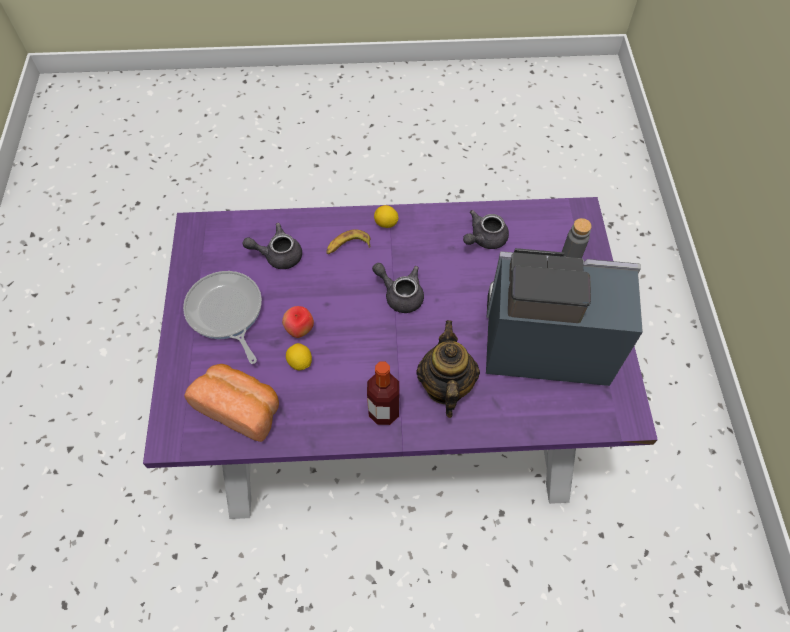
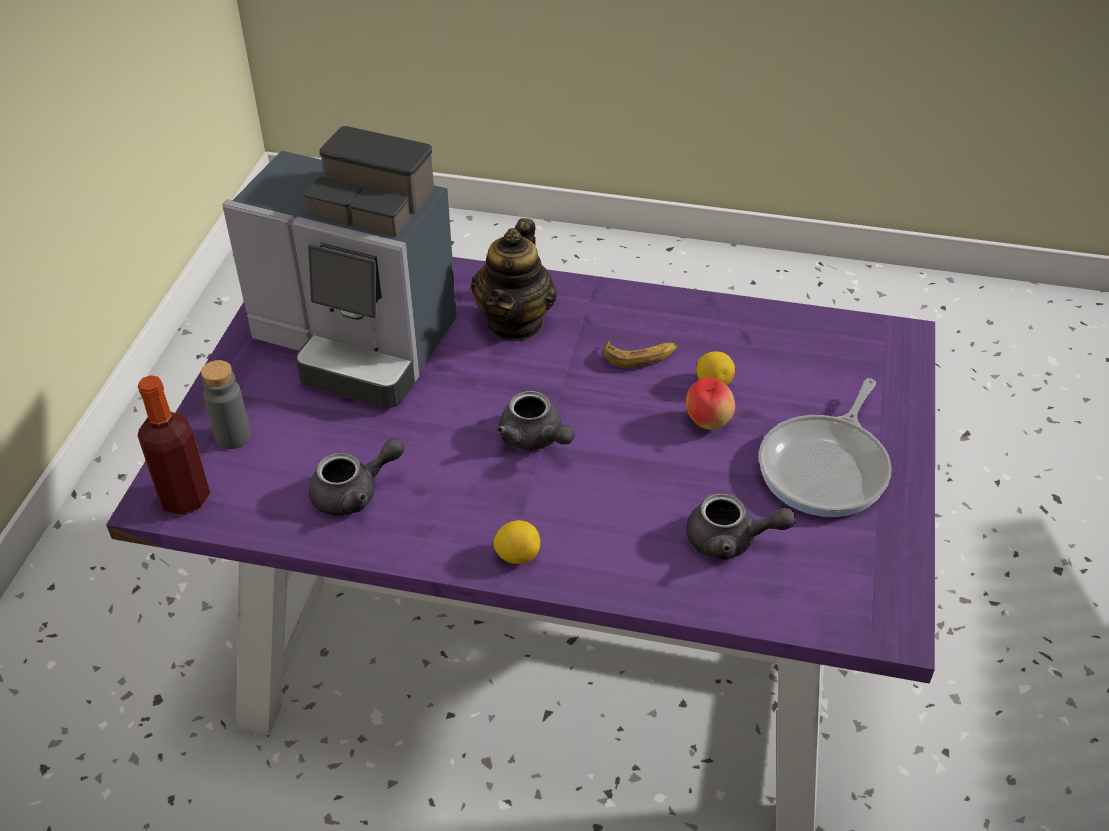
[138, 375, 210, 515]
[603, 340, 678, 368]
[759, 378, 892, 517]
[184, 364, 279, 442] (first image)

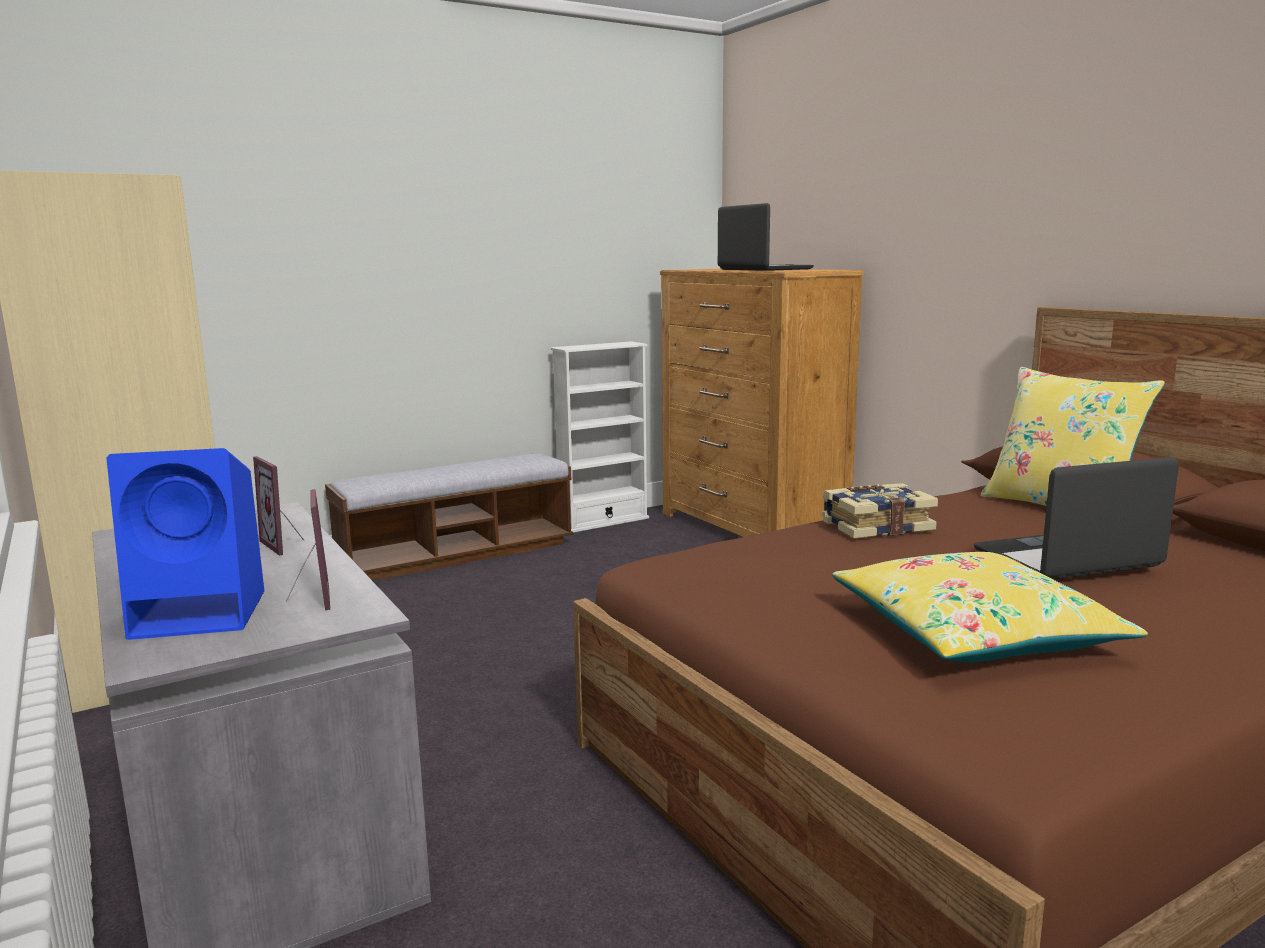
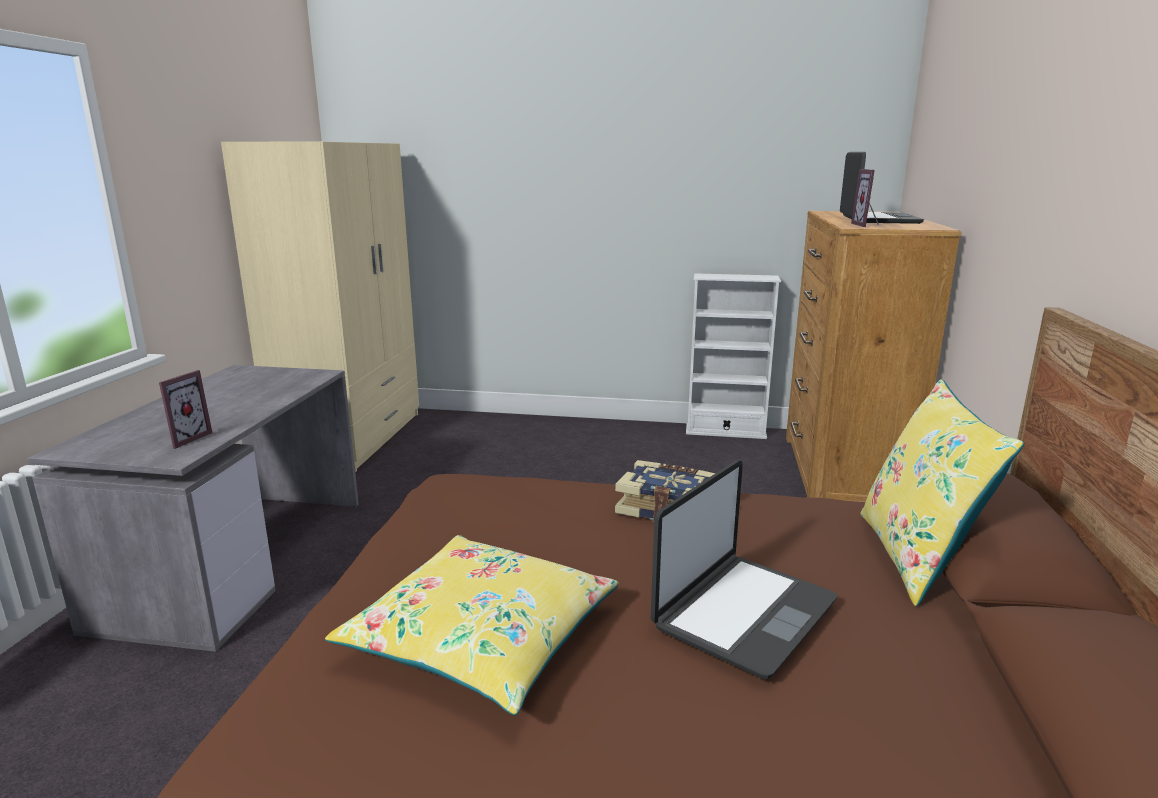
[651, 460, 837, 679]
[851, 169, 879, 227]
[107, 448, 264, 640] (first image)
[325, 454, 573, 581] (first image)

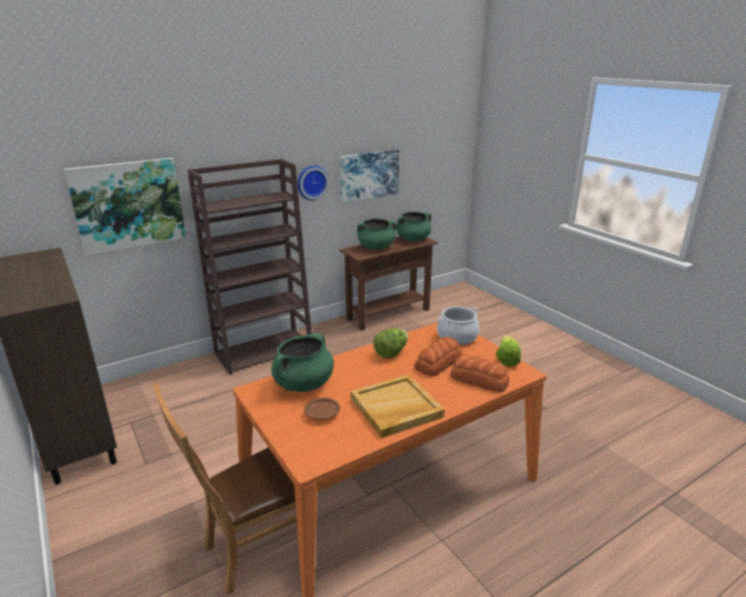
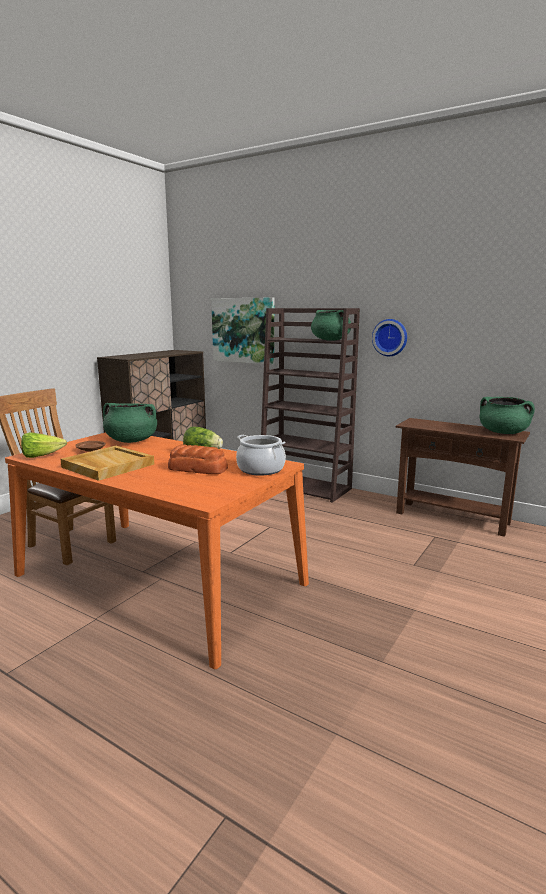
[21, 432, 67, 458]
[311, 310, 351, 341]
[340, 150, 399, 203] (first image)
[450, 354, 509, 392] (first image)

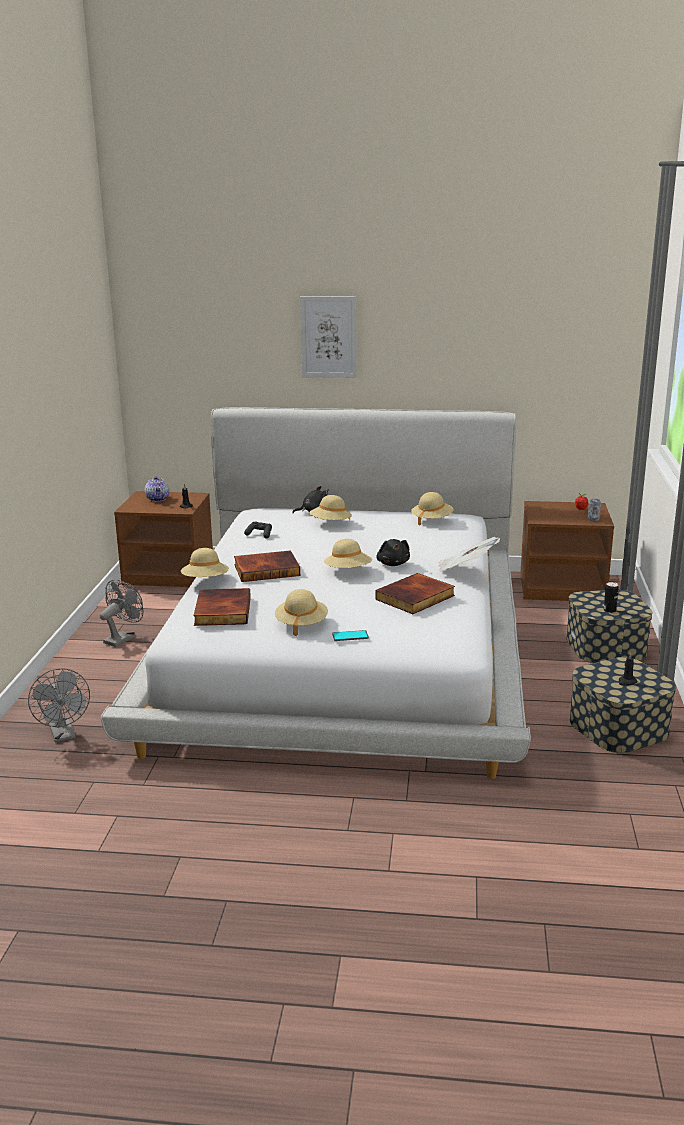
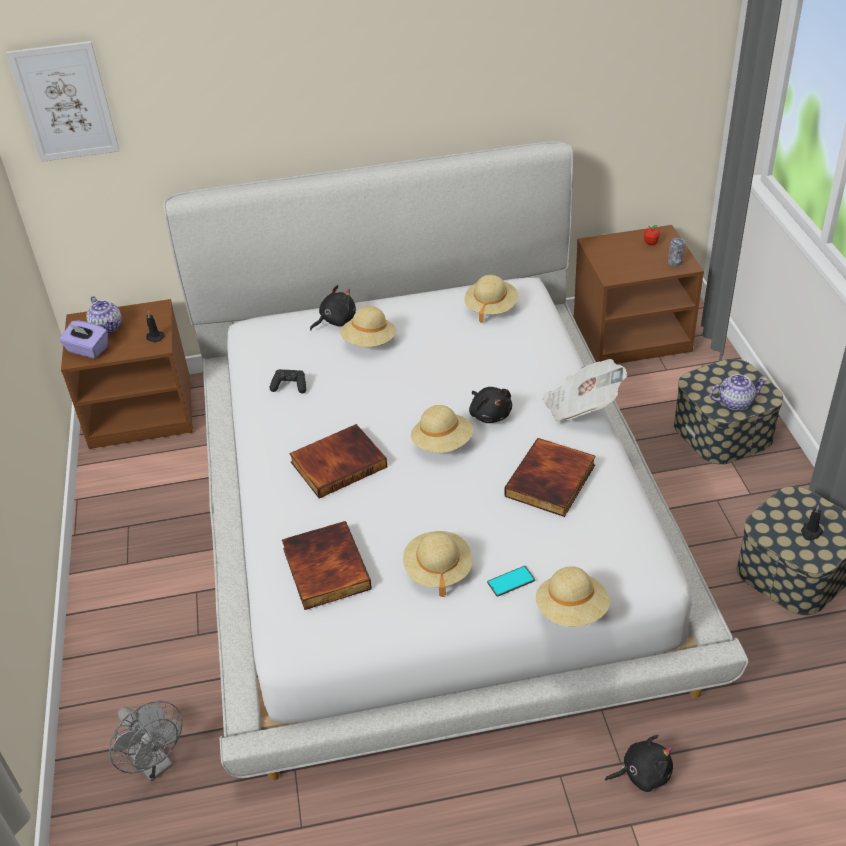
[7, 41, 119, 162]
[59, 320, 108, 359]
[536, 566, 610, 627]
[605, 735, 673, 792]
[709, 374, 767, 410]
[100, 579, 143, 647] (first image)

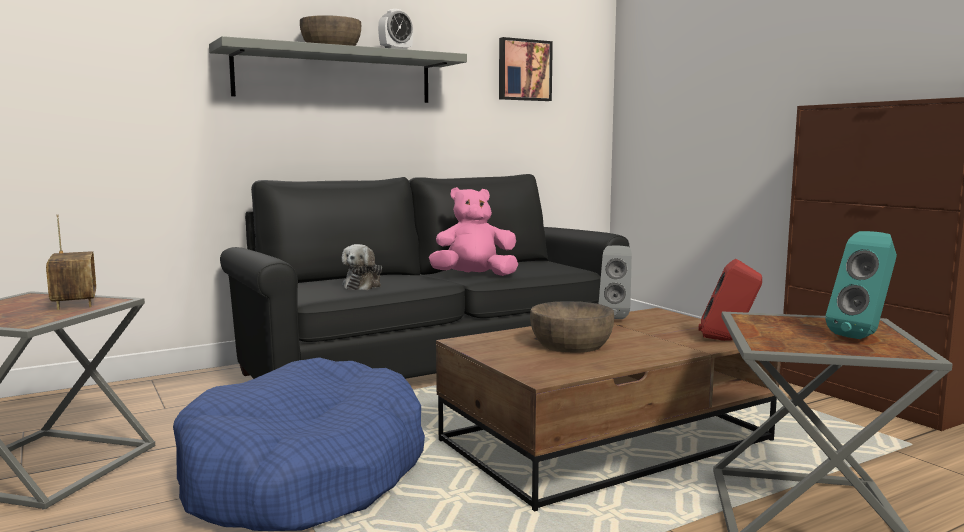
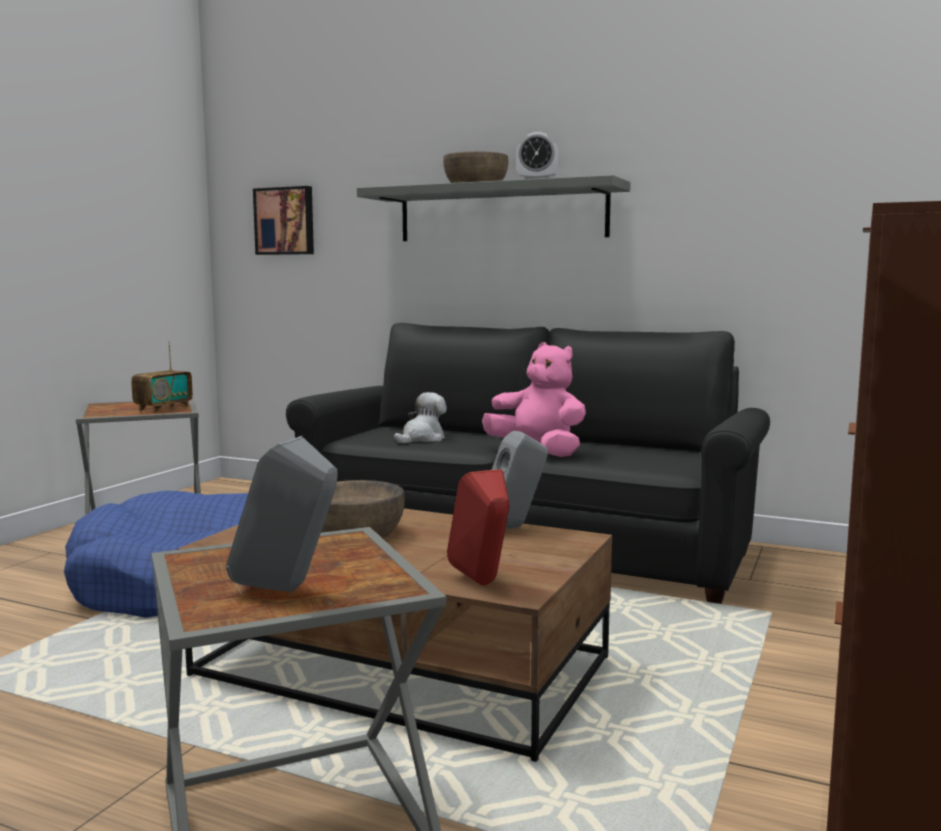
[226, 436, 338, 592]
[253, 186, 314, 255]
[394, 392, 447, 443]

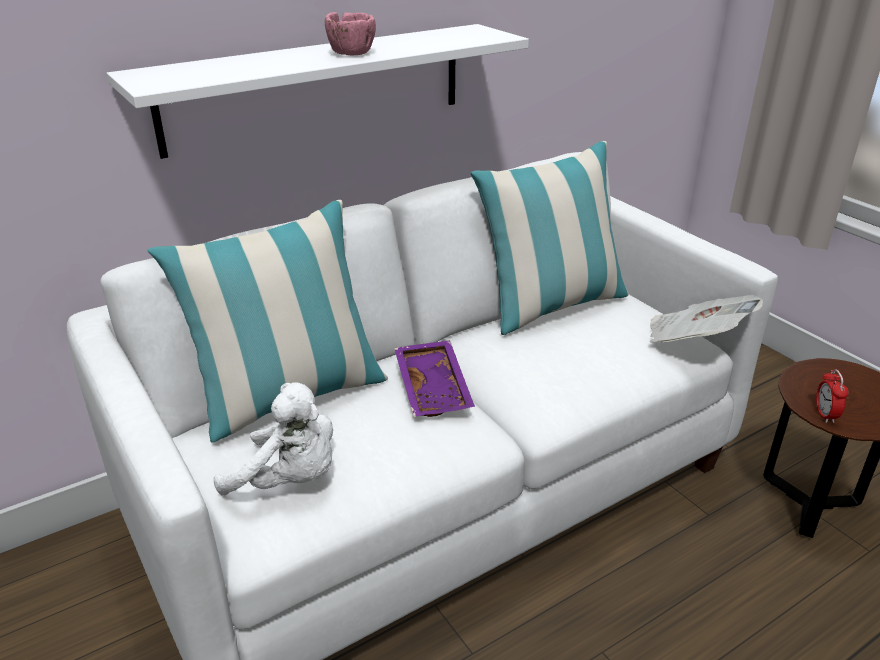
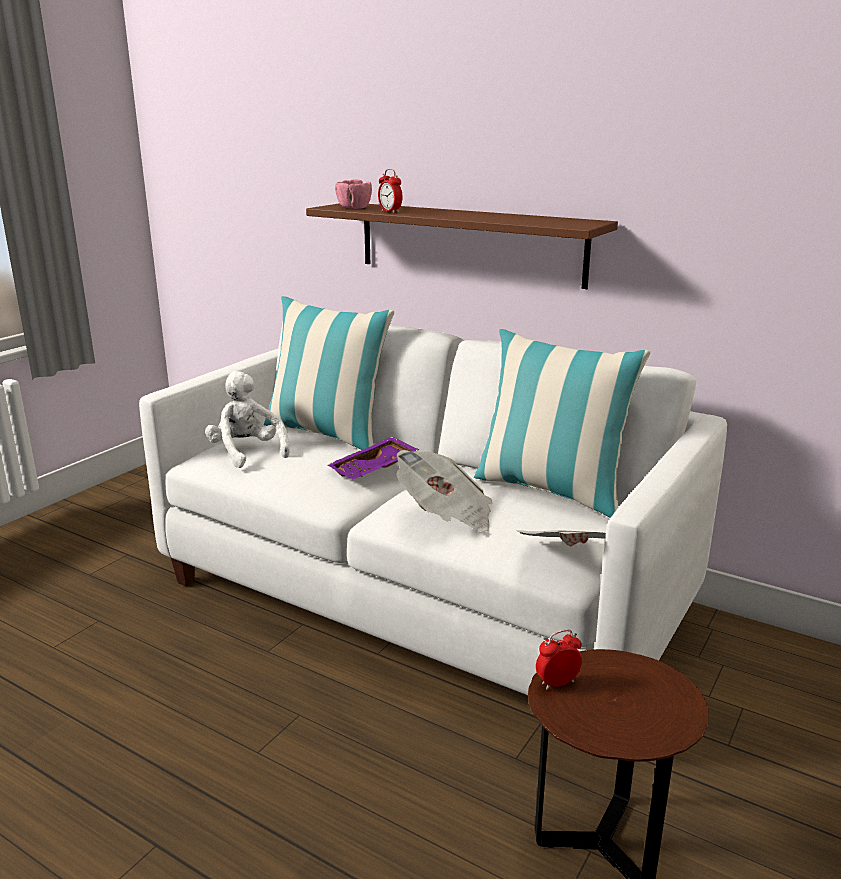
[205, 371, 290, 468]
[306, 203, 618, 289]
[335, 179, 372, 209]
[378, 169, 403, 213]
[396, 450, 492, 532]

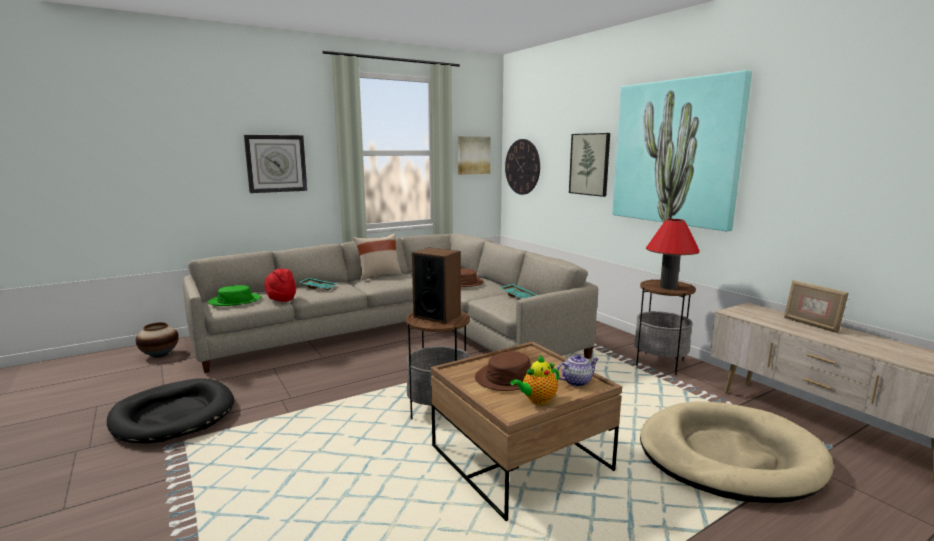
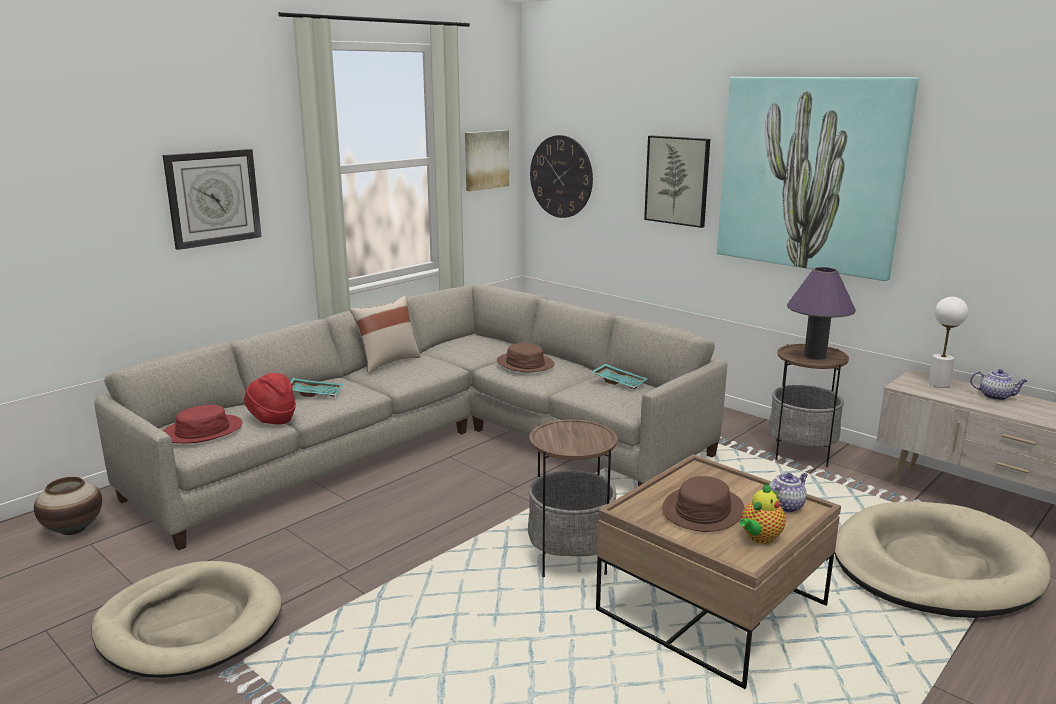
[92, 561, 282, 678]
[163, 405, 243, 443]
[787, 267, 856, 360]
[928, 297, 968, 388]
[970, 369, 1027, 400]
[412, 247, 461, 324] (first image)

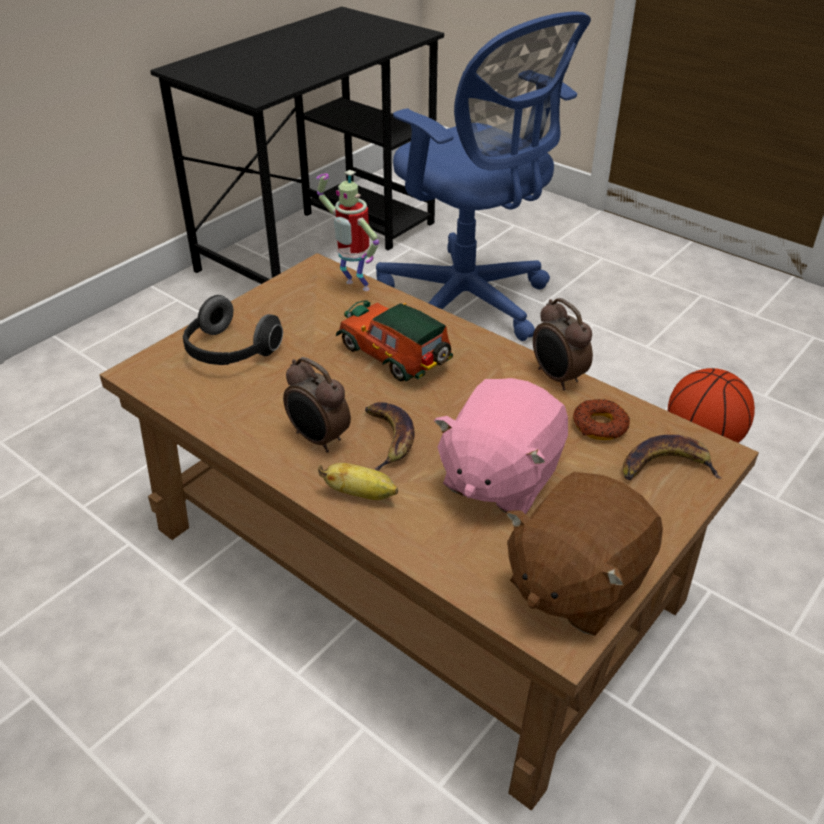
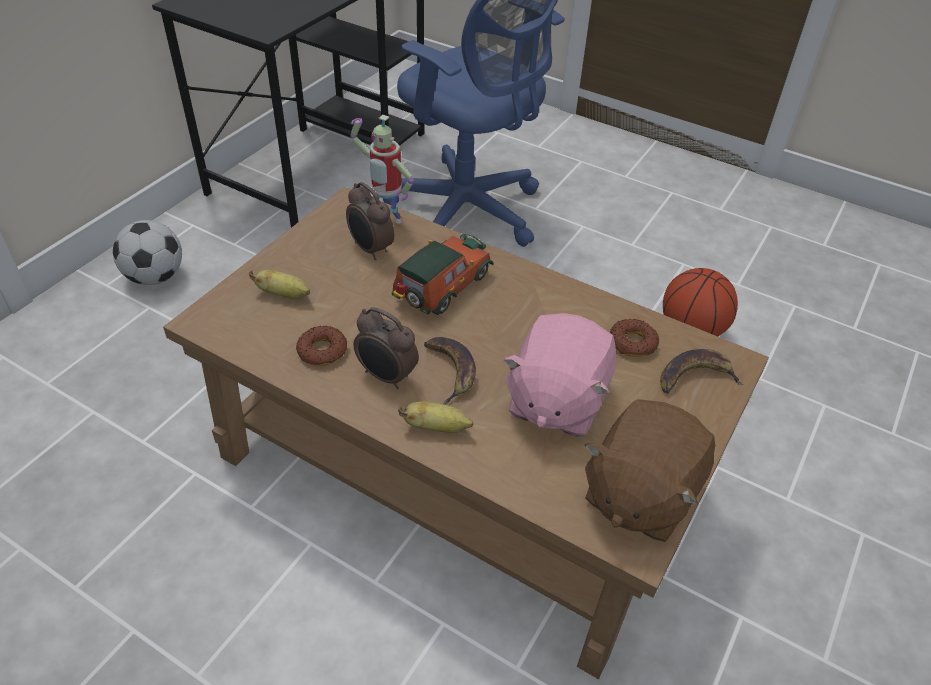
[113, 220, 182, 285]
[249, 270, 310, 299]
[296, 325, 347, 365]
[346, 182, 394, 260]
[392, 234, 494, 315]

